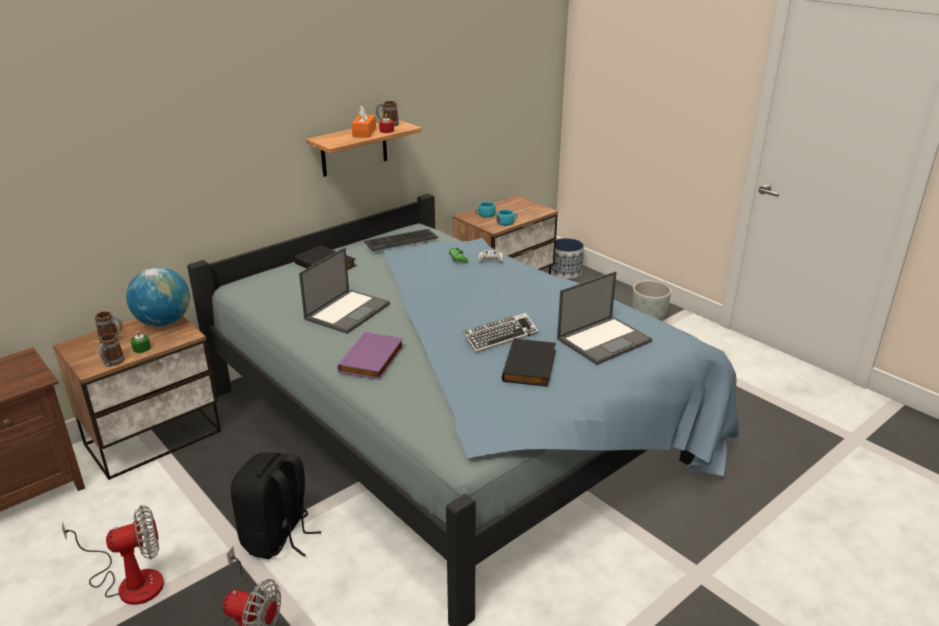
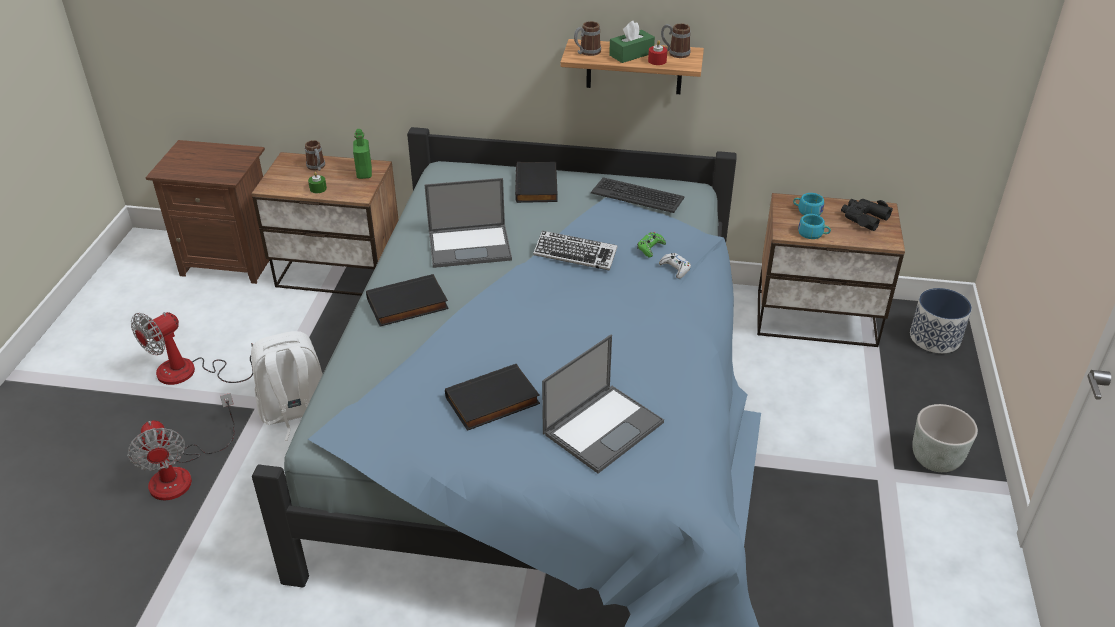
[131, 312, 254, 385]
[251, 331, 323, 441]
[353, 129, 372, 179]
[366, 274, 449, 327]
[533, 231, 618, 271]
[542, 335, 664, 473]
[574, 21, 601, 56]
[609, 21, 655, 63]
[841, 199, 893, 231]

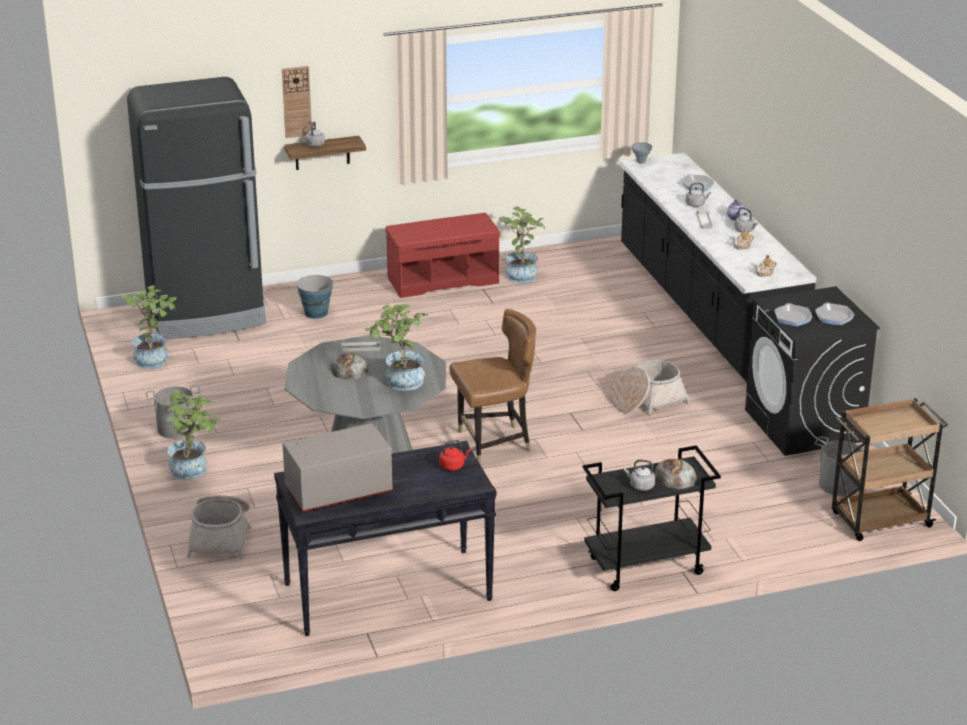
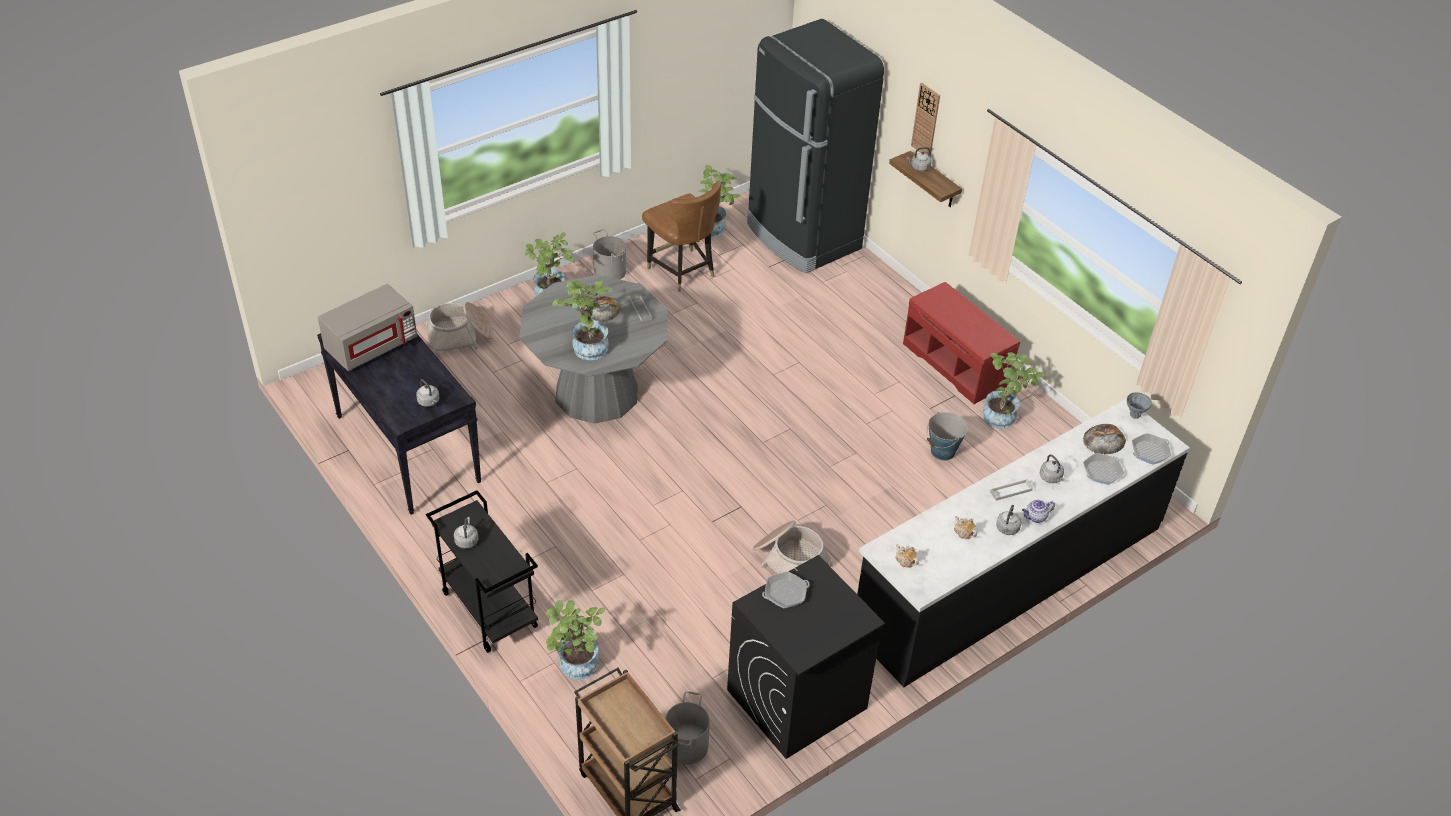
[318, 284, 417, 371]
[416, 379, 440, 407]
[546, 600, 605, 680]
[642, 181, 721, 292]
[927, 412, 968, 461]
[1083, 424, 1126, 455]
[1132, 433, 1171, 464]

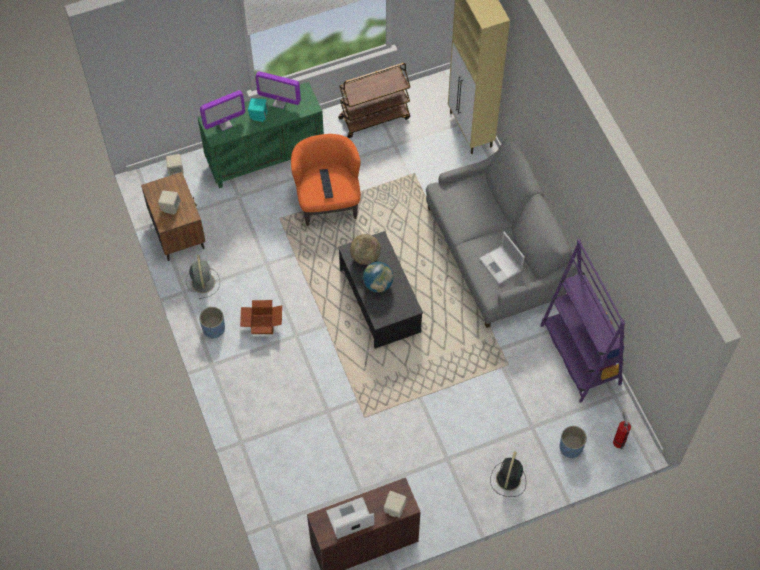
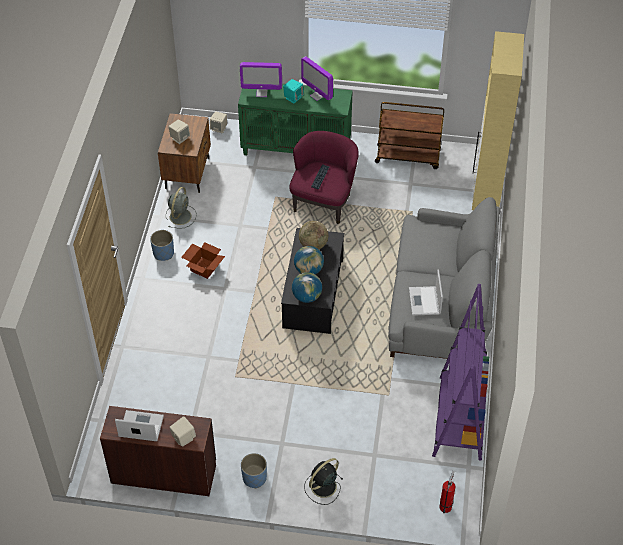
[241, 453, 267, 488]
[289, 131, 359, 224]
[292, 272, 322, 303]

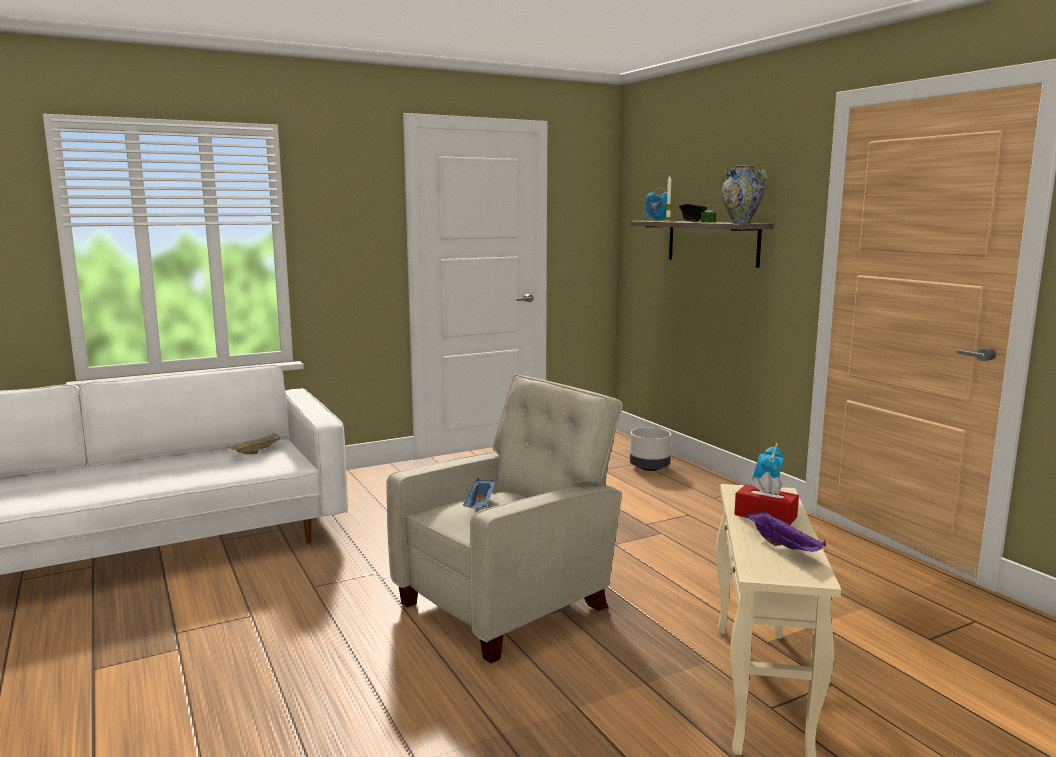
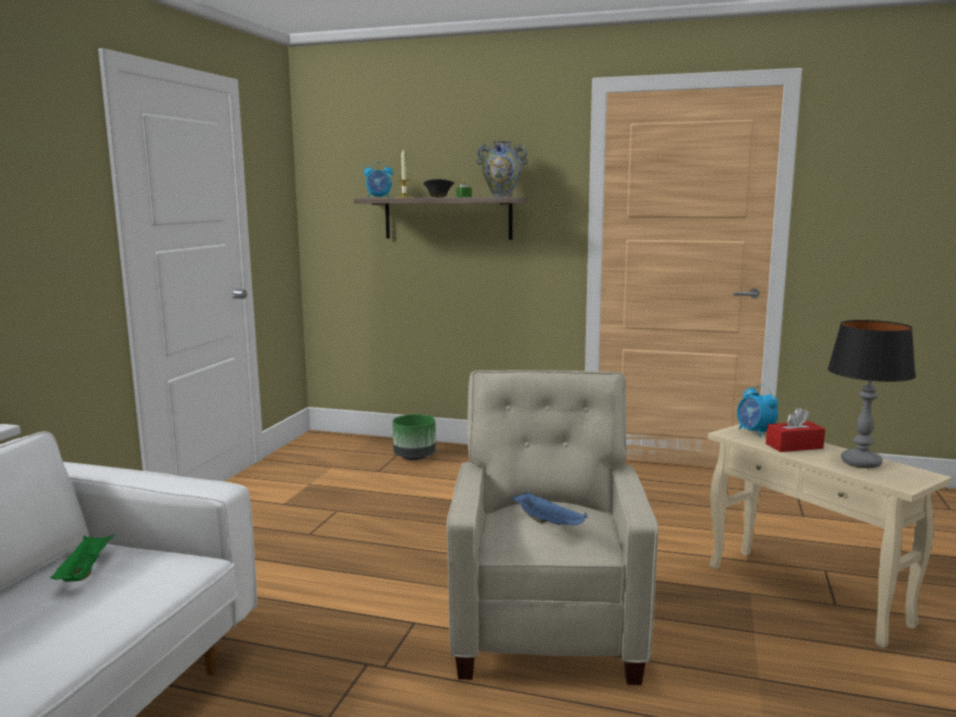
[50, 534, 115, 582]
[392, 414, 436, 460]
[828, 320, 916, 468]

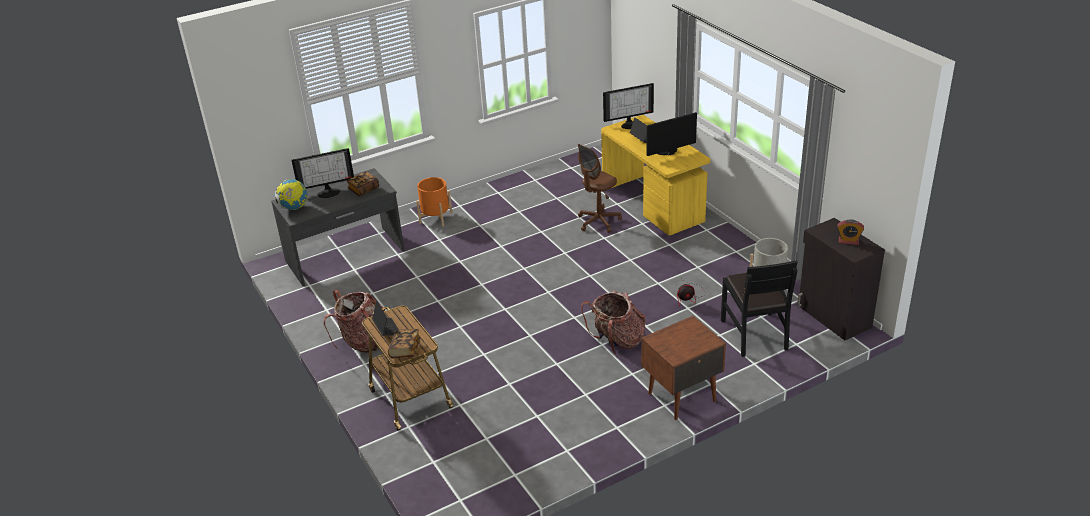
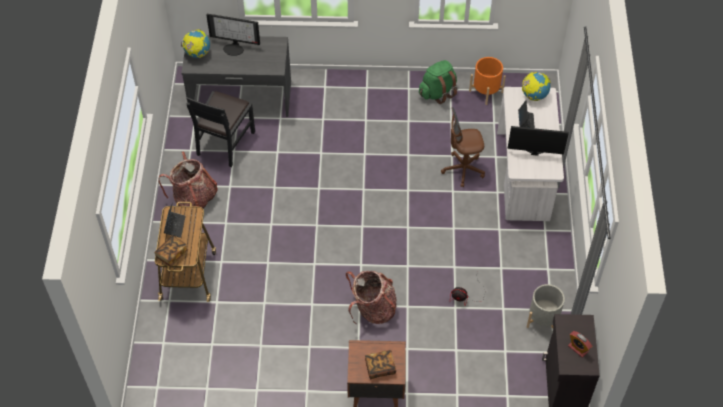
[186, 91, 255, 167]
[365, 350, 396, 379]
[419, 60, 457, 104]
[469, 57, 506, 105]
[497, 87, 564, 221]
[522, 72, 550, 101]

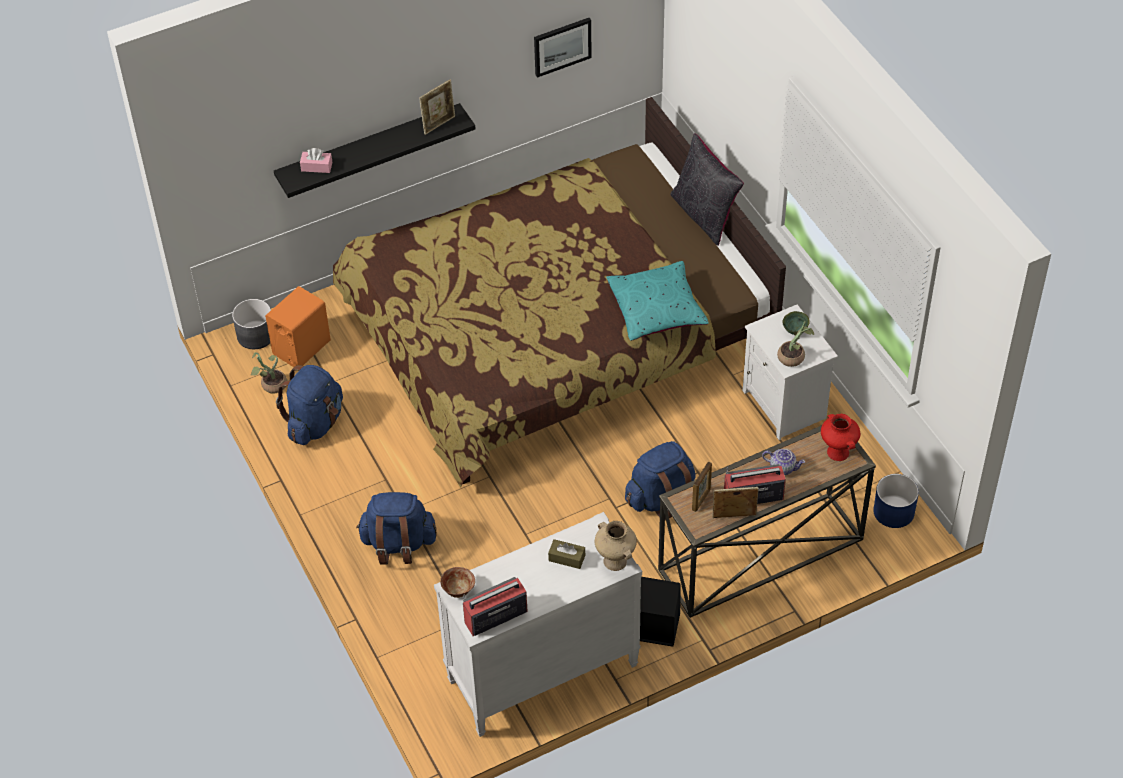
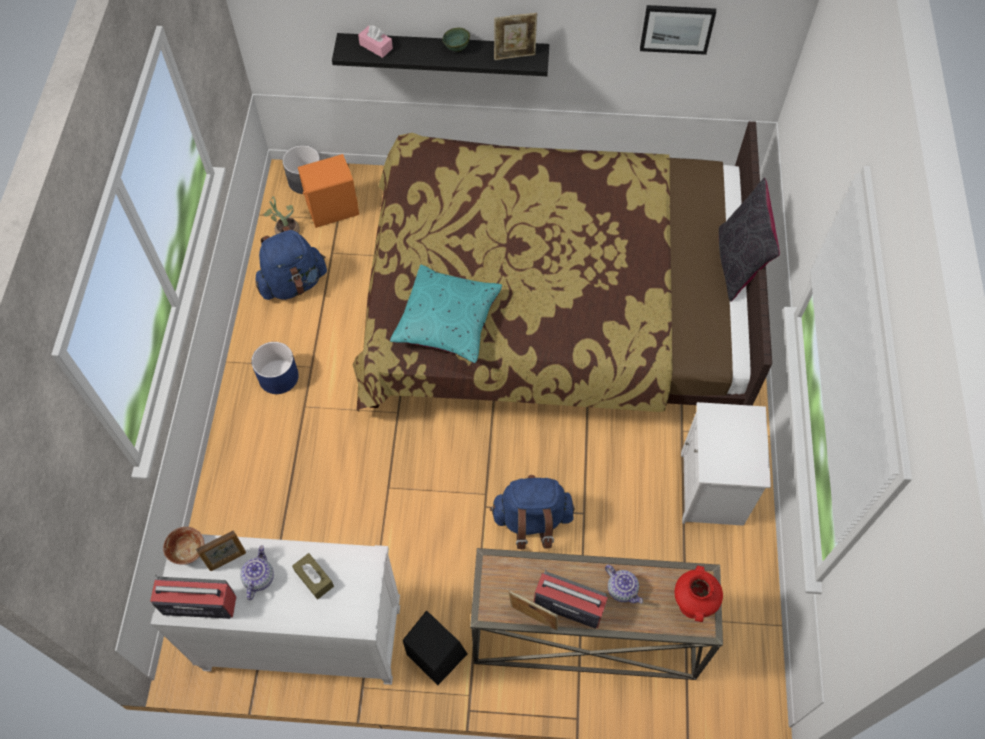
[196, 530, 246, 571]
[240, 545, 274, 600]
[251, 342, 299, 394]
[390, 265, 502, 363]
[442, 28, 470, 52]
[356, 492, 437, 565] (first image)
[594, 521, 637, 571] (first image)
[777, 321, 814, 367] (first image)

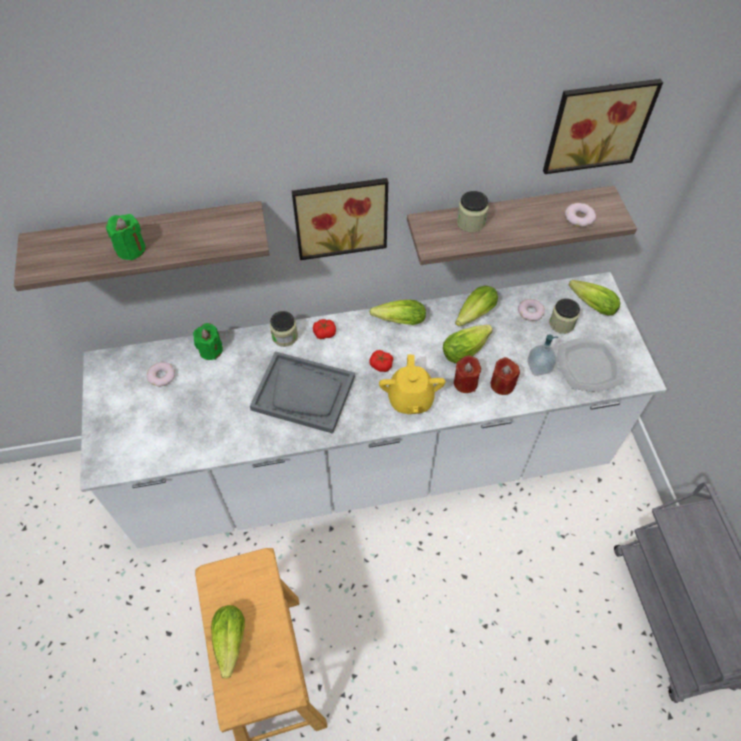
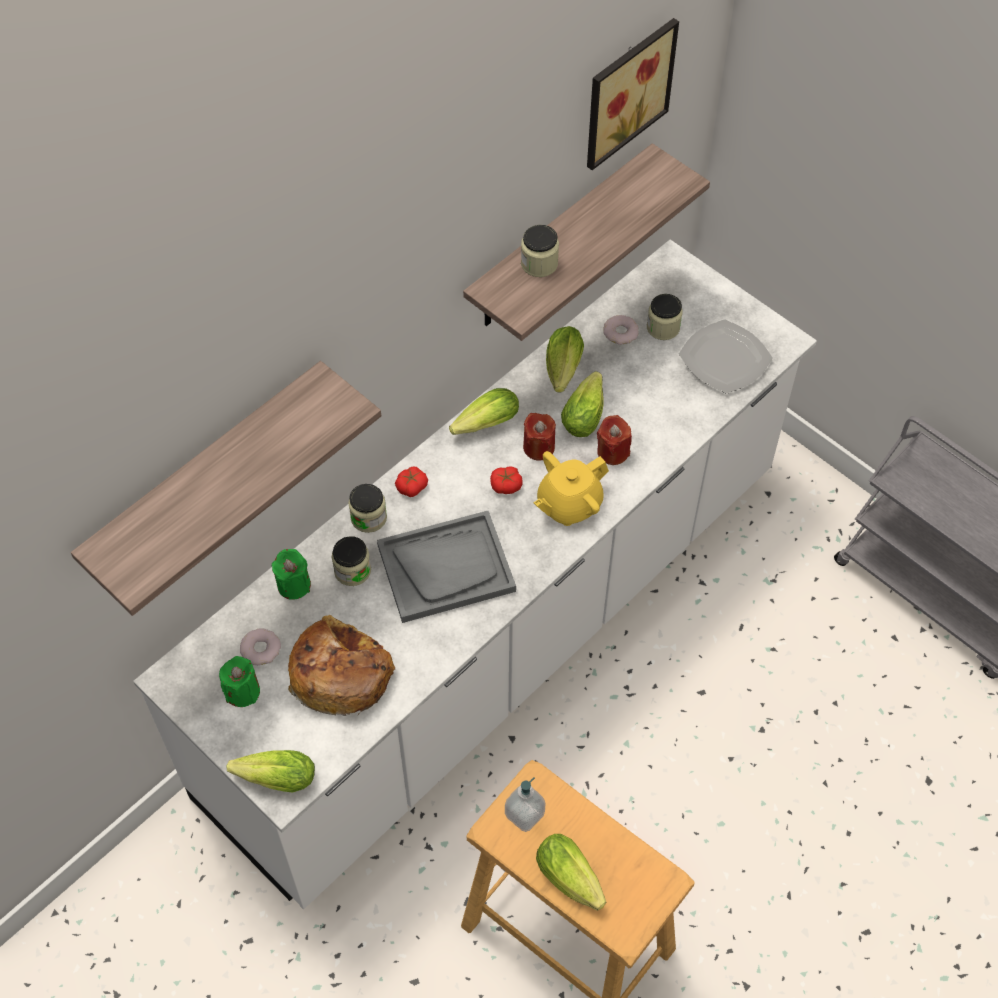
[219, 656, 260, 707]
[227, 750, 315, 793]
[288, 615, 395, 716]
[332, 536, 371, 586]
[505, 777, 546, 832]
[523, 413, 556, 461]
[534, 451, 609, 526]
[292, 178, 388, 260] (first image)
[565, 203, 596, 227] (first image)

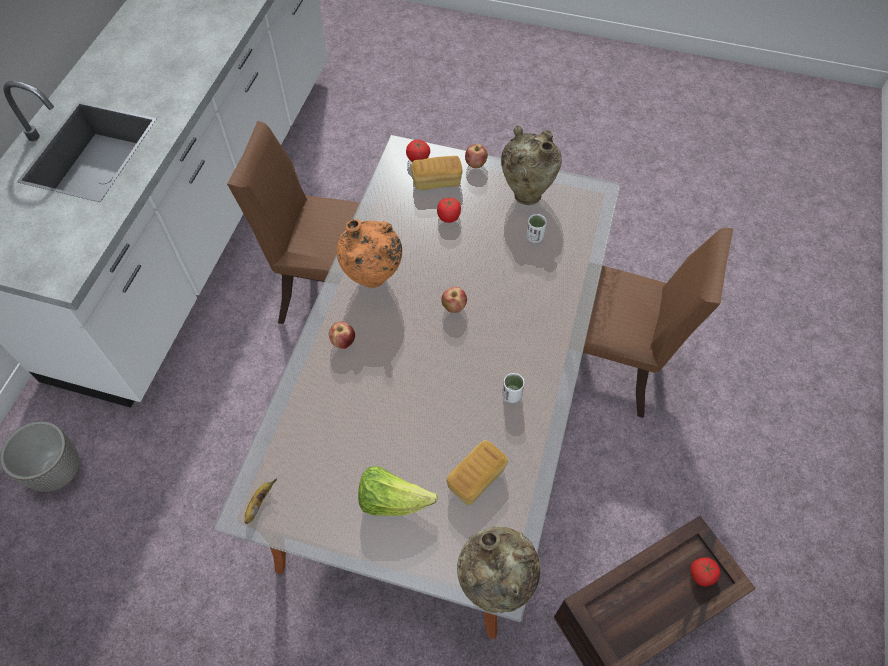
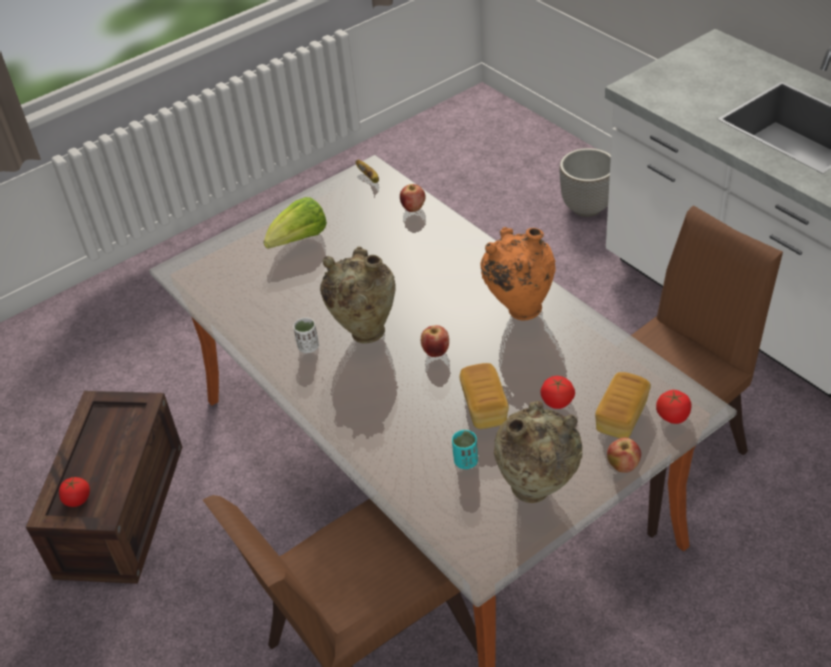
[320, 247, 396, 344]
[400, 184, 426, 212]
[452, 430, 478, 469]
[460, 363, 509, 429]

